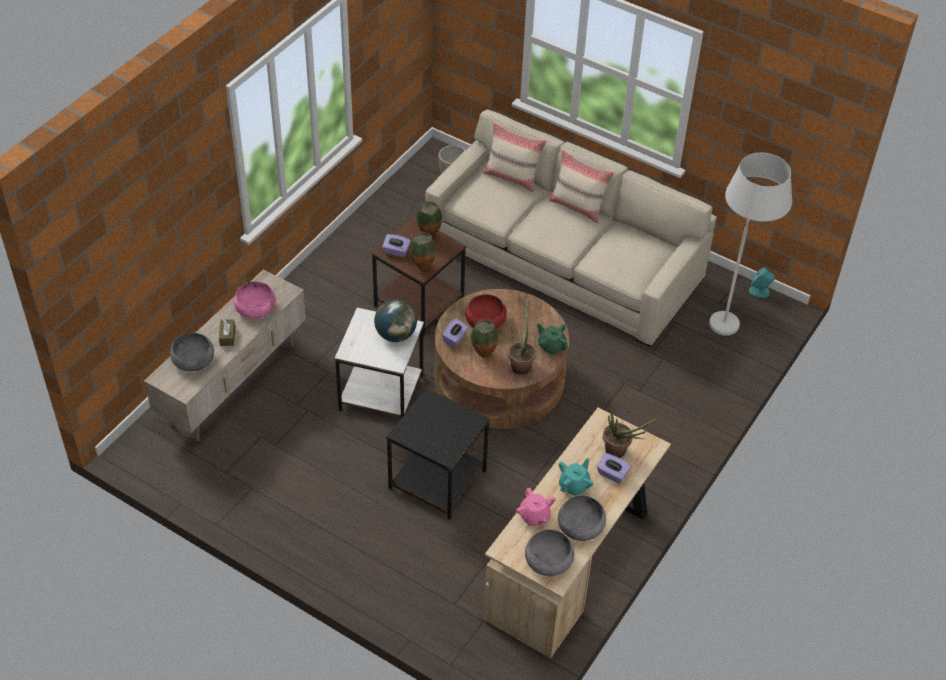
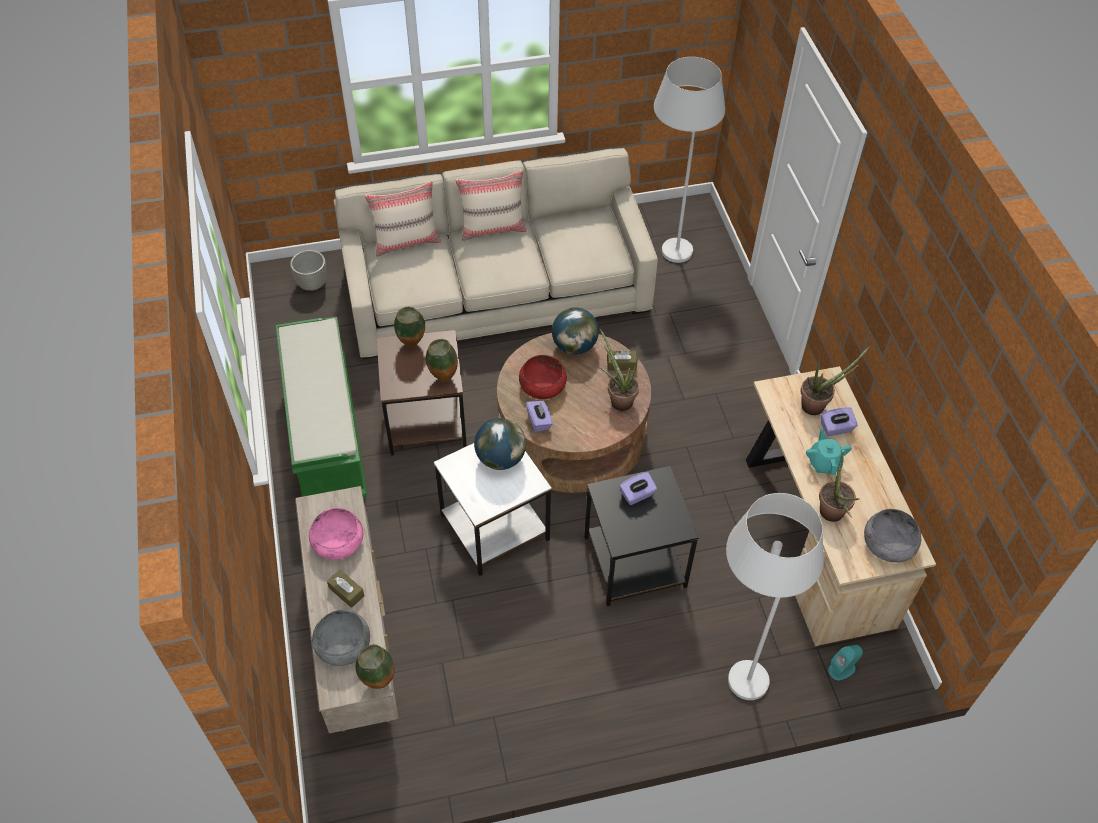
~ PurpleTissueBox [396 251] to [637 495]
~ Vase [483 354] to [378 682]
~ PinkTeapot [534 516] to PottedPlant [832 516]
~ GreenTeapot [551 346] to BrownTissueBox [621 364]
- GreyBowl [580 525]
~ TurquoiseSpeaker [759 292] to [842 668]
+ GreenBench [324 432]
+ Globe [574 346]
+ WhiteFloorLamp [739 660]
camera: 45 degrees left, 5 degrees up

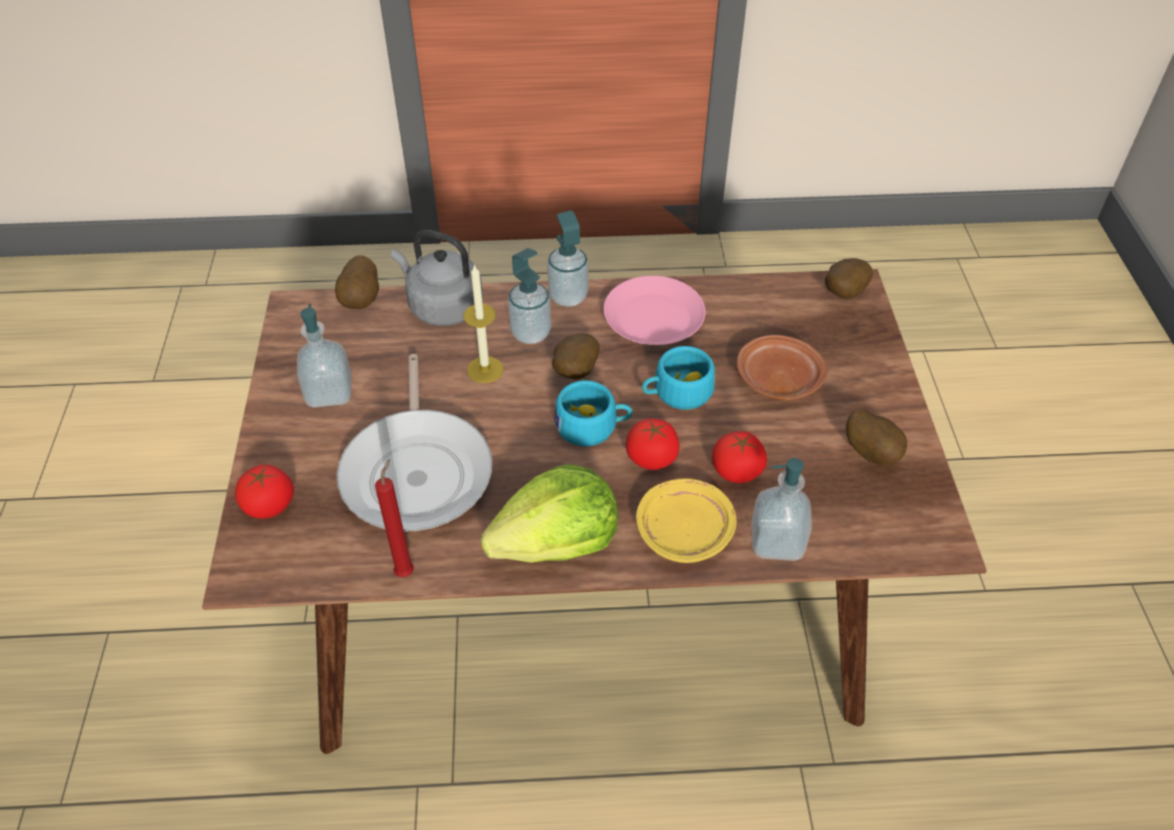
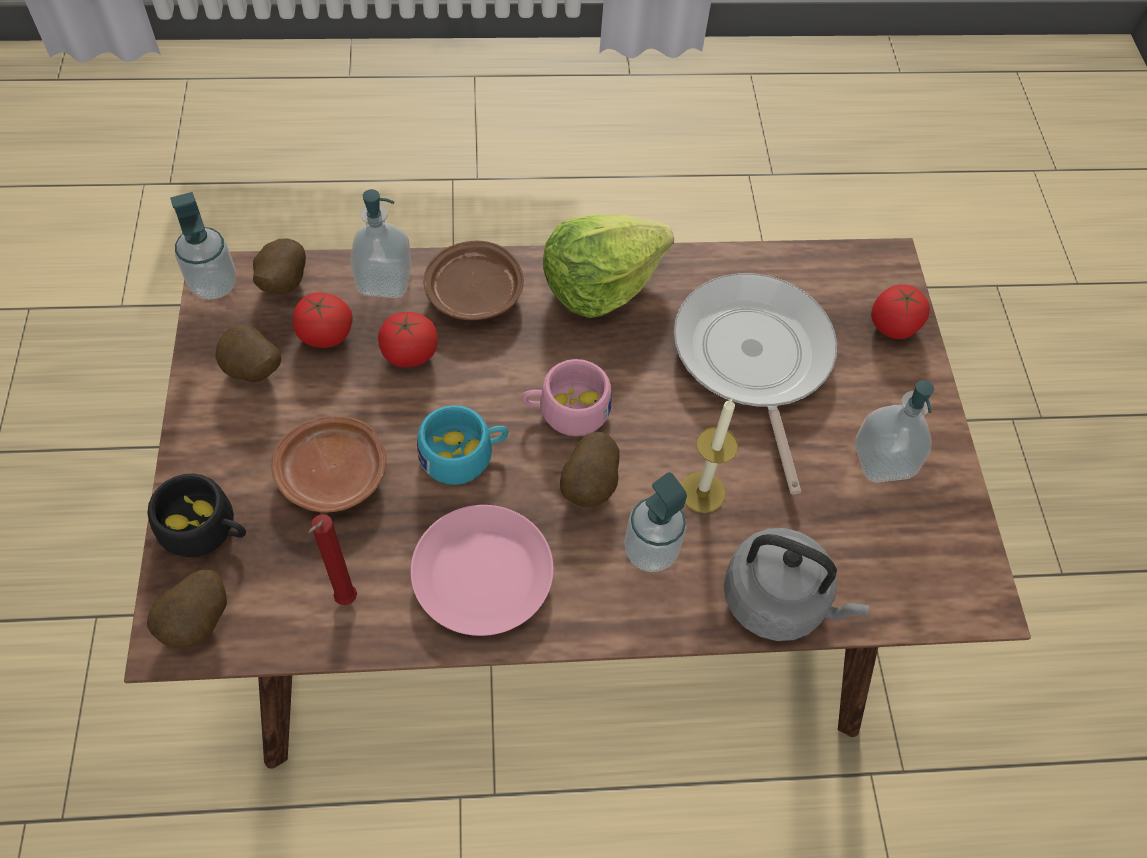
~ Potato [362 300] to [282 284]
~ RedCandle [406 570] to [344 601]
~ SoapDispenser [568 297] to [214 285]
~ TurquoiseCup [593 426] to PinkCup [566 410]
~ Tomato [651 458] to [325 335]
~ YellowPlate [684 529] to BrownPlate [474 294]
+ BlackCup [206 529]
camera: 175 degrees right, 10 degrees up

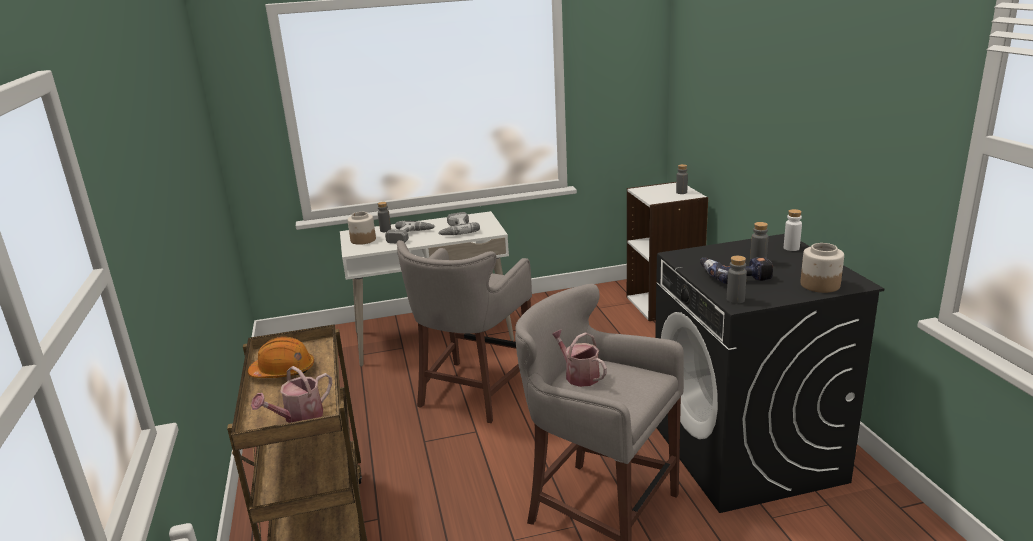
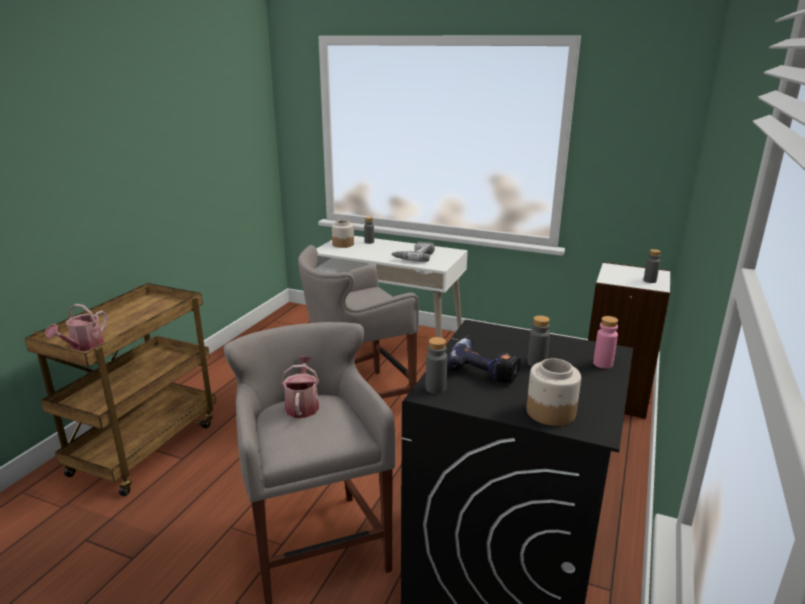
- OrangeHardHat [283 371]
~ WateringCan [299 418] = [84 346] 60 degrees counterclockwise
- PowerDrill [410 236]
~ WhiteBottle [791 248] to PinkBottle [603 364]
camera: 35 degrees right, 0 degrees up

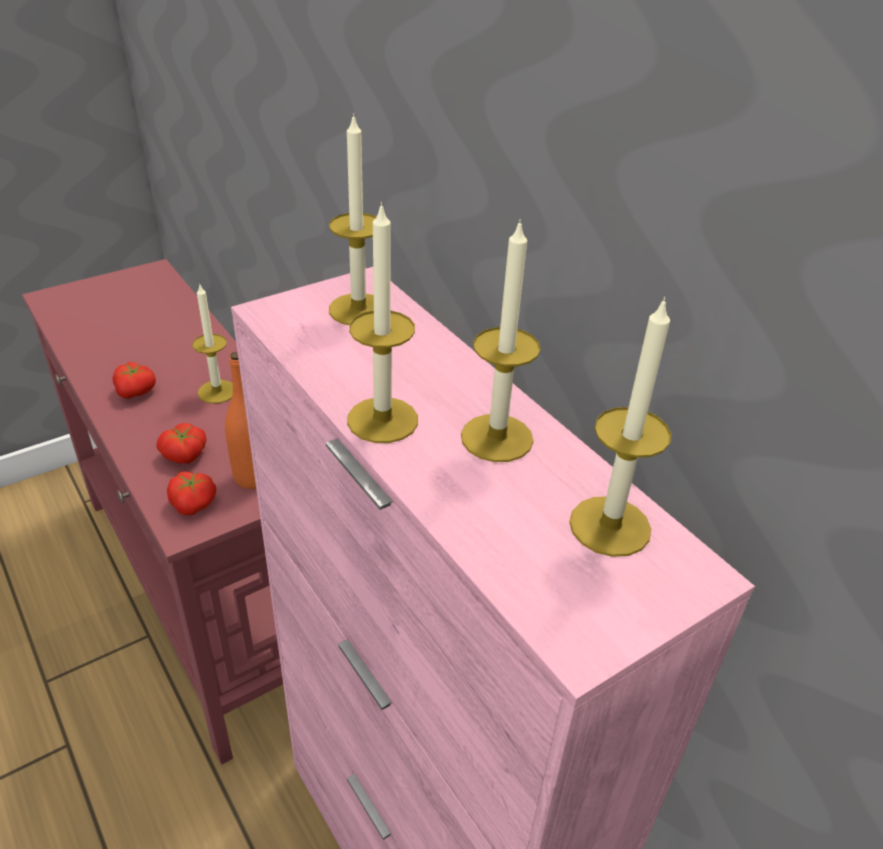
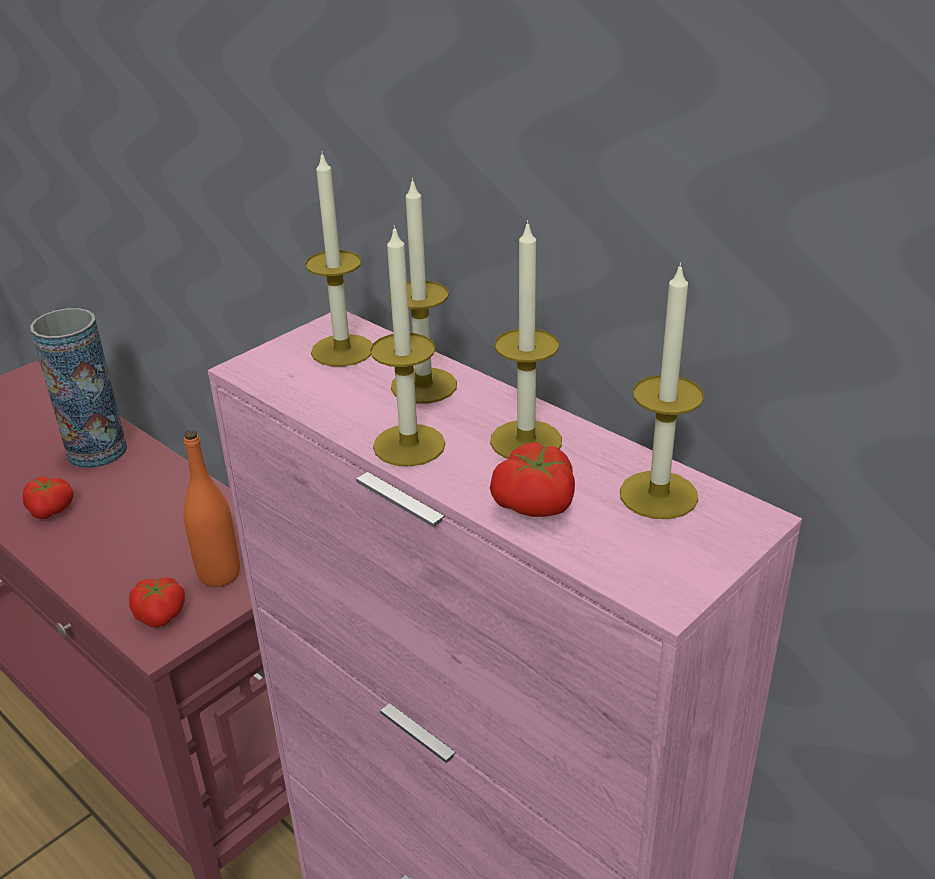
~ Tomato [185 456] to [536 505]
~ Candle [217 391] to [424 386]
+ Vase [97 451]
camera: 10 degrees left, 5 degrees down

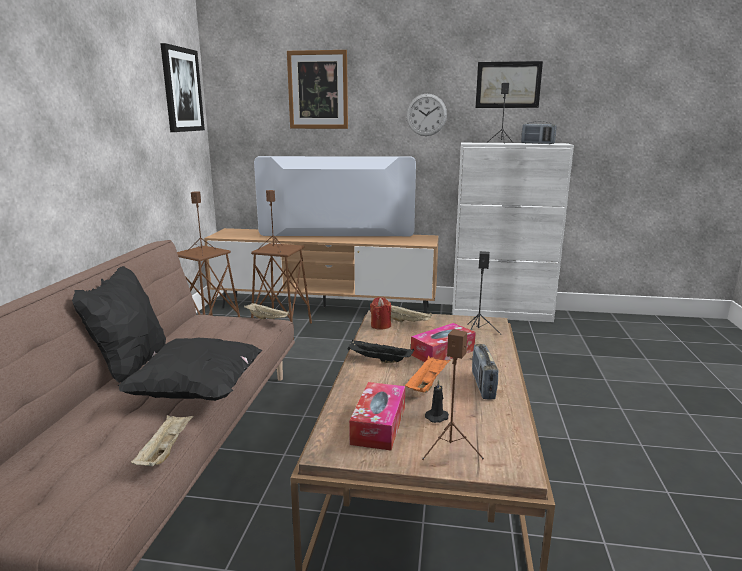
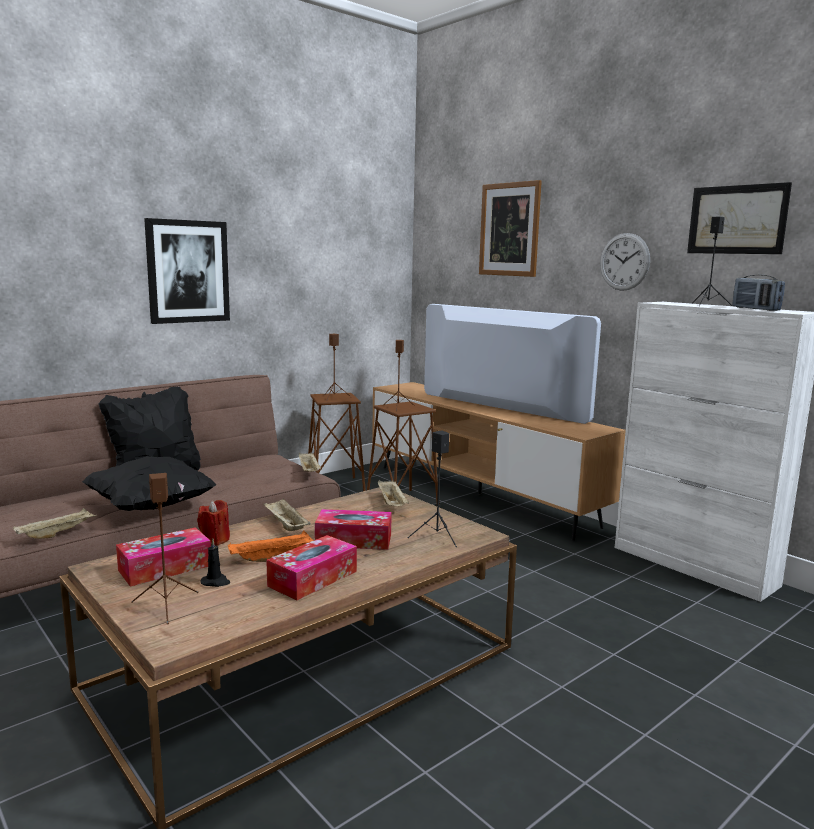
~ Picture [182 90] to [188 271]
~ BlackTray [378 360] to BeigeTray [285 525]
~ RedCandle [380 325] to [214 540]
~ Radio [483 386] to TissueBox [313 578]
camera: 40 degrees right, 5 degrees down

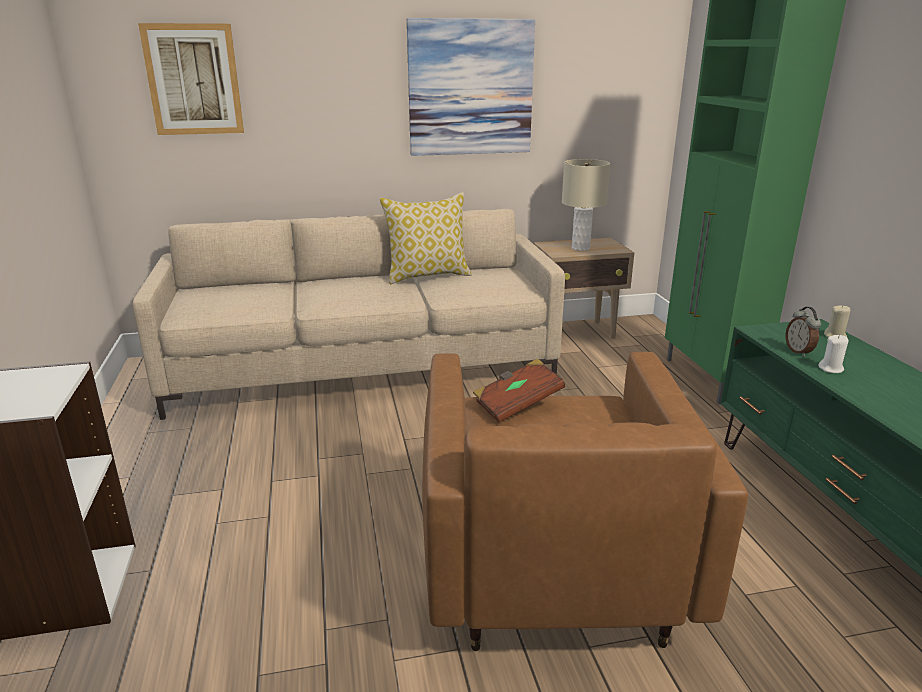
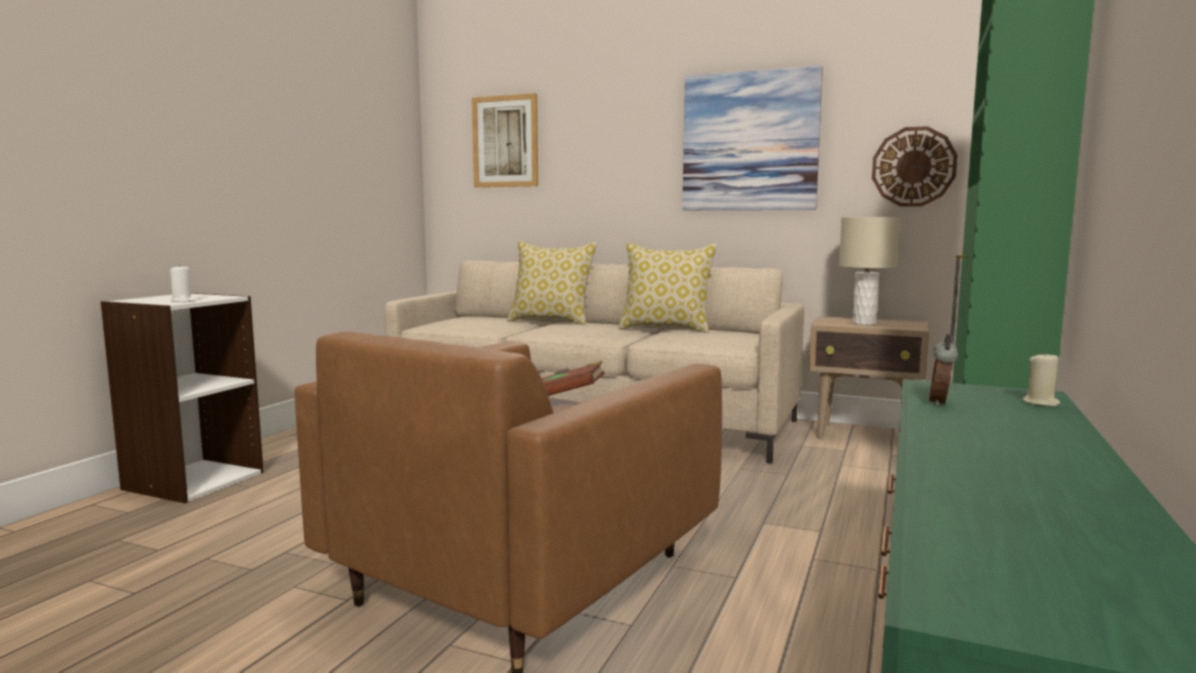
~ WhiteCandle [831 369] to [182 301]
+ Pillow [551 321]
+ WallClock [913 167]
camera: 35 degrees right, 15 degrees down

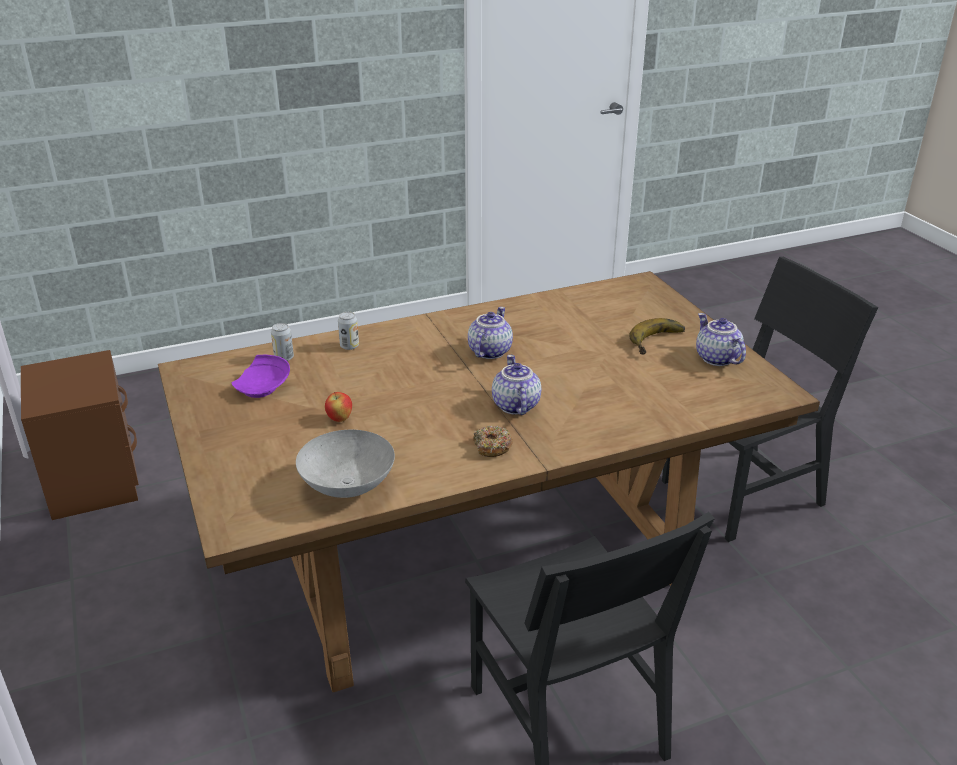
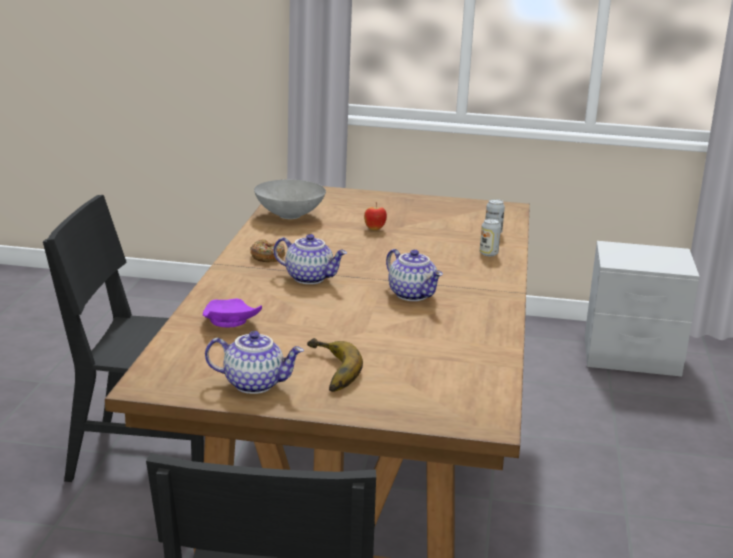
~ BrownNightstand [93 481] to GreyNightstand [631 356]
~ PurplePlate [263 387] to [229 323]
camera: 120 degrees right, 10 degrees down

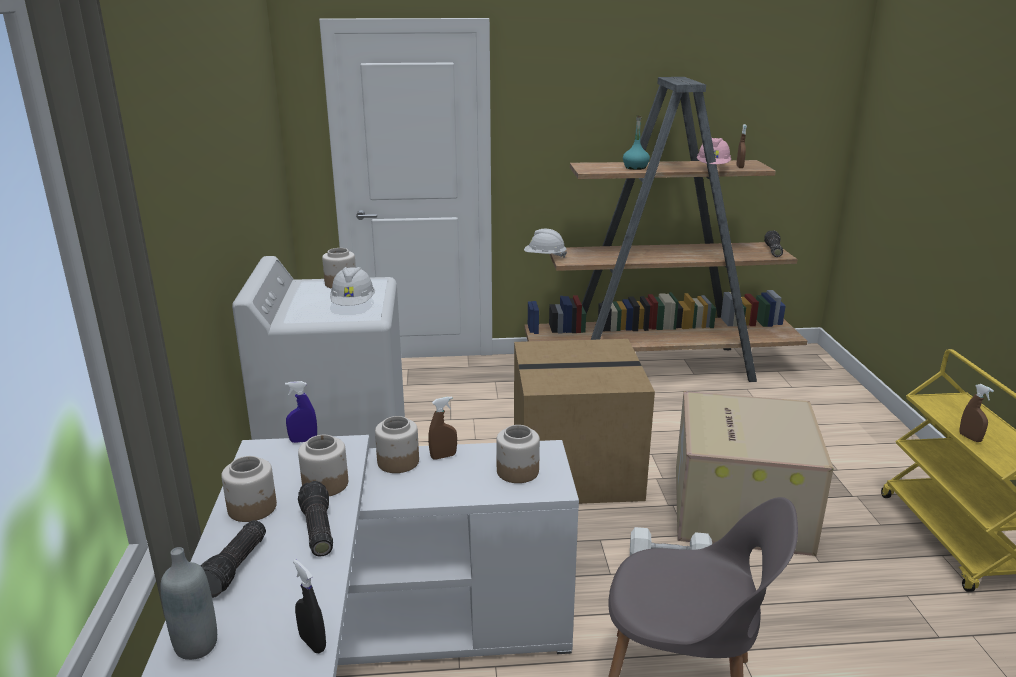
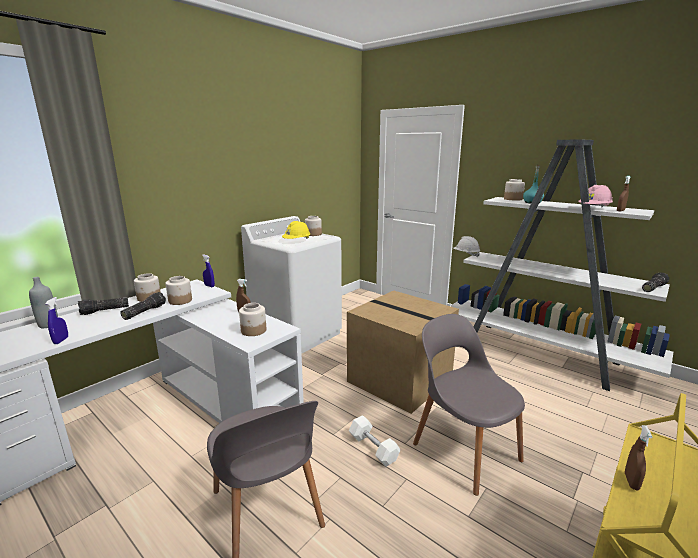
~ BlackSprayBottle [312 643] to BlueSprayBottle [61 340]
~ WhiteHardHat [353 305] to YellowHardHat [297 241]
~ Jar [398 462] to [512 199]
~ BrownBookcase [660 367] to WhiteBookcase [541 354]
~ CardboardBox [738 507] to GreyChair [464 449]
camera: 45 degrees right, 5 degrees down

